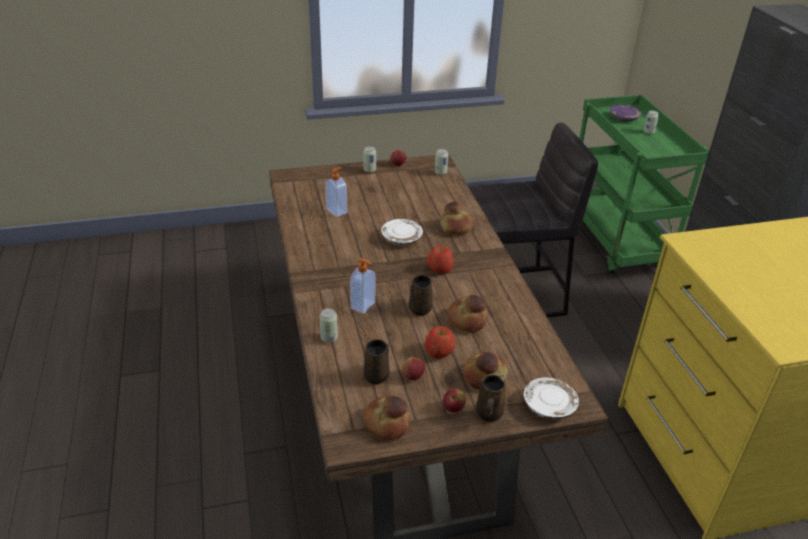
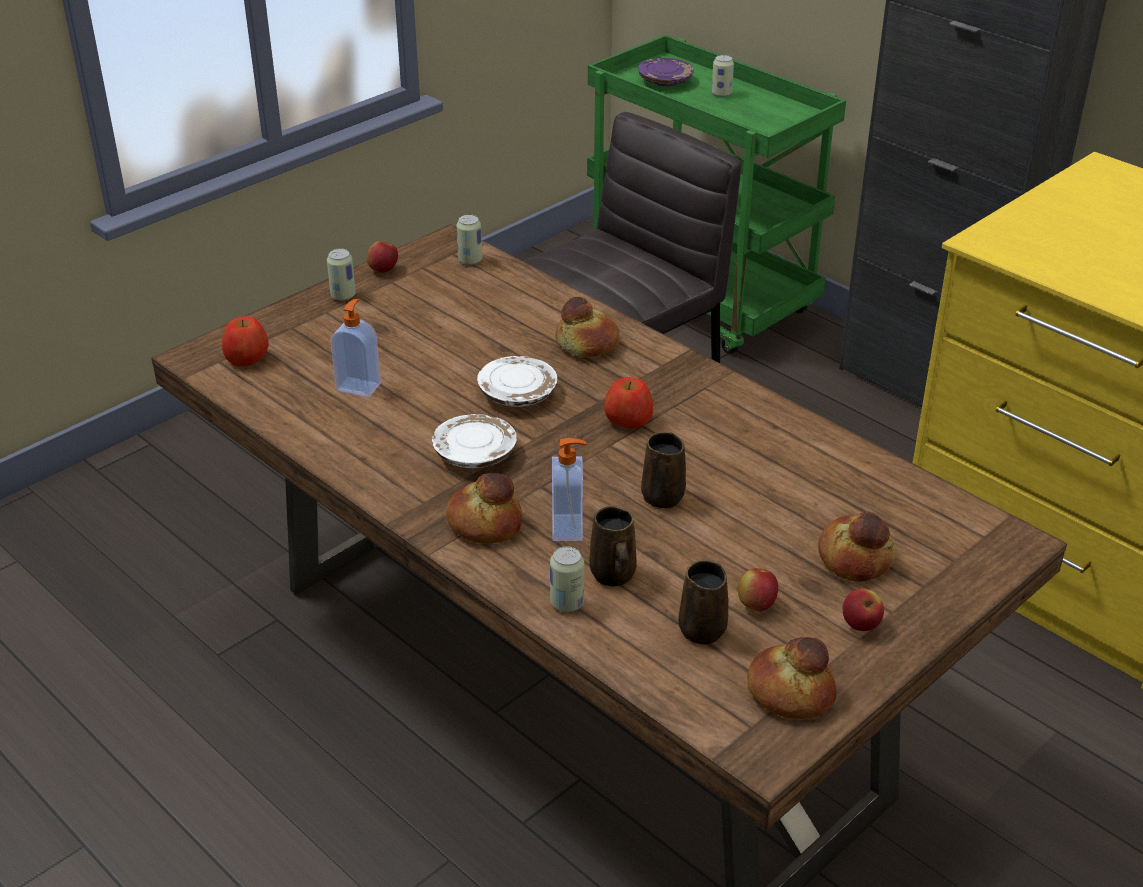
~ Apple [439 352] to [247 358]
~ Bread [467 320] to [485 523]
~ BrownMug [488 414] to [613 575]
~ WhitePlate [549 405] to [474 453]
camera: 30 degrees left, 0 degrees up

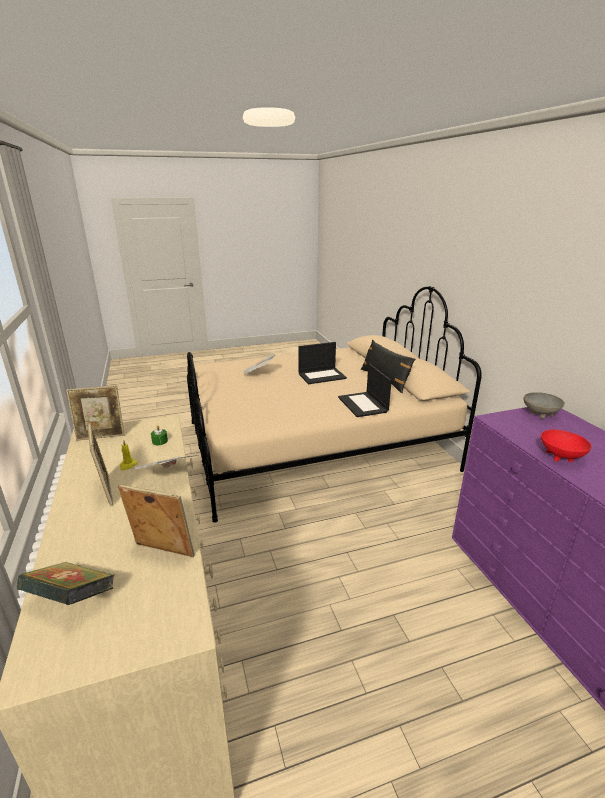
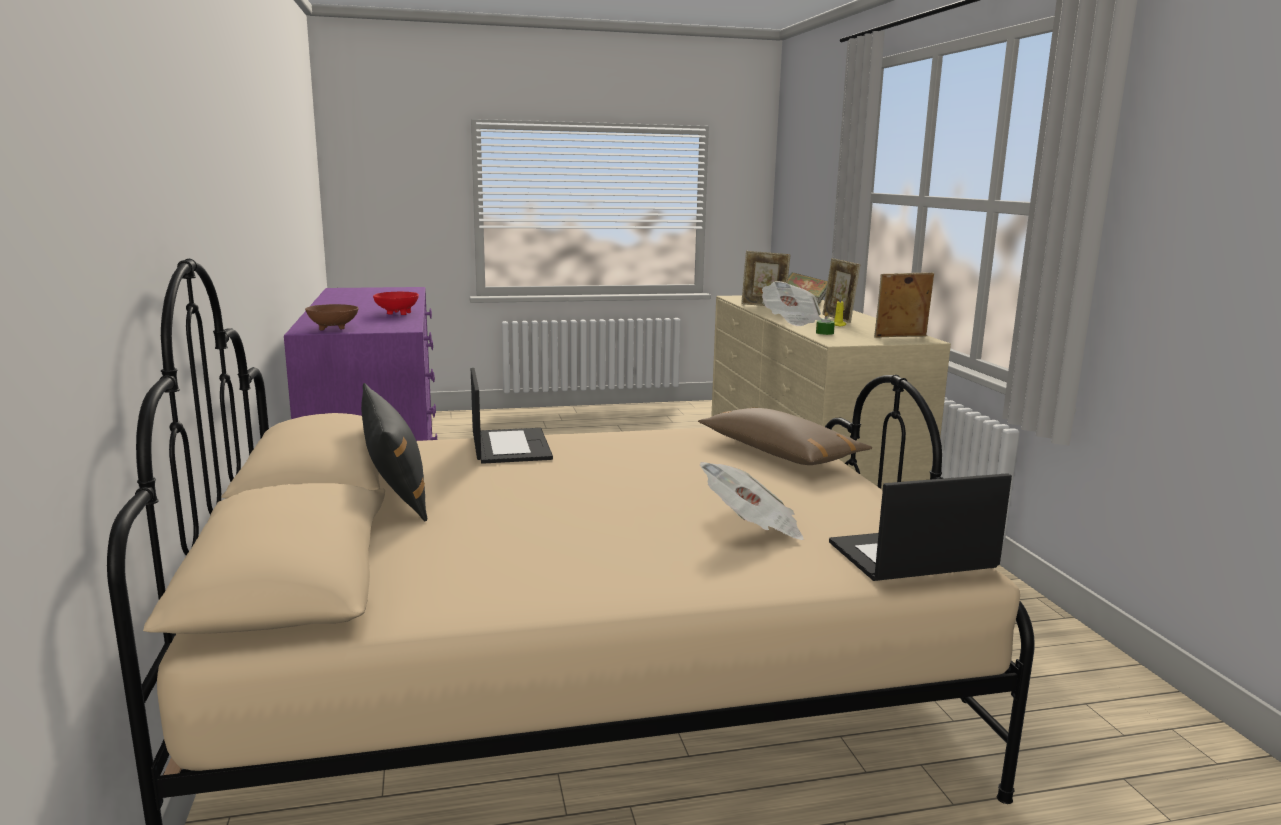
~ Laptop [322 376] to [911 556]
~ GreyBowl [540 413] to BrownBowl [333 329]
+ BrownPillow [779 452]
camera: 175 degrees left, 10 degrees down

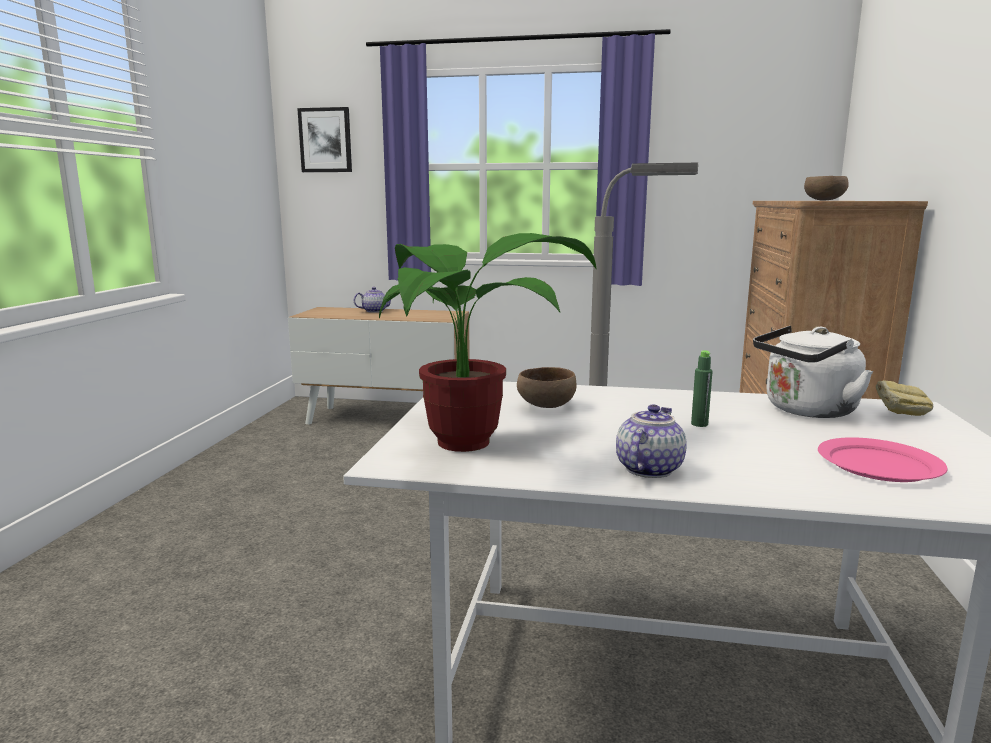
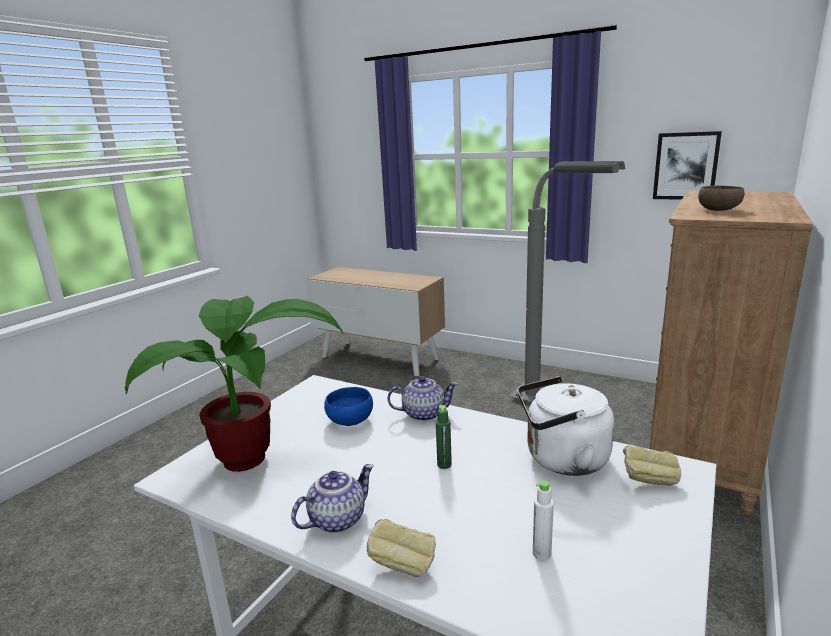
~ Picture [325 140] to [686 166]
~ Teapot [374 311] to [423 414]
~ BrownBowl [545 406] to BlueBowl [349 421]
~ PinkPlate [880 465] to WhiteBottle [541 554]
+ Bread [403 565]
camera: 20 degrees right, 5 degrees up

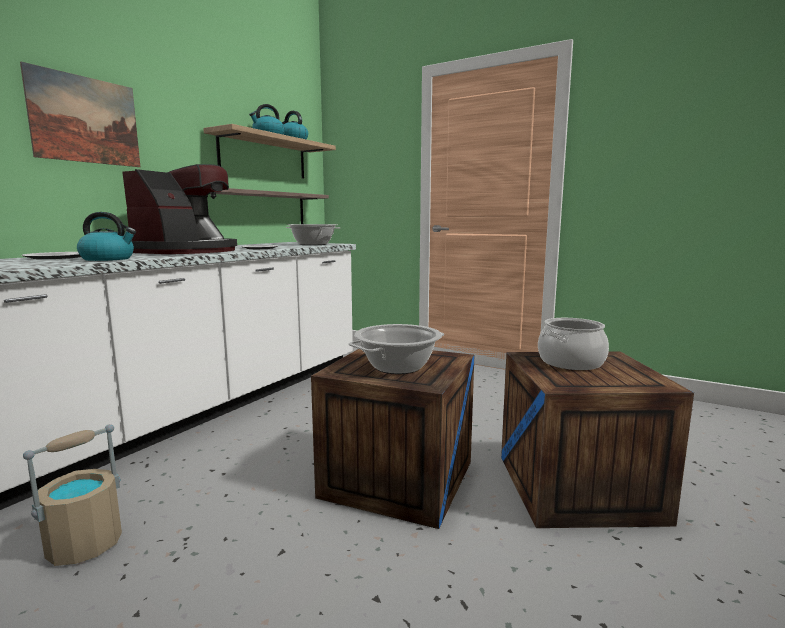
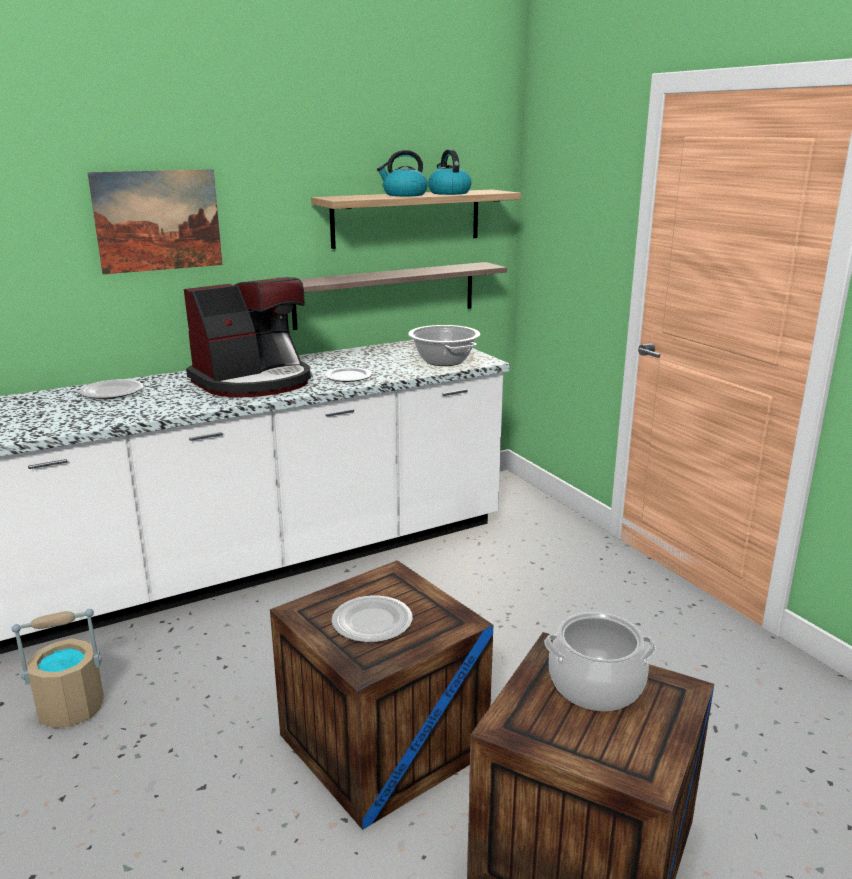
- Kettle [108 259]
~ CookingPot [398 367] to Plate [371 622]
camera: 30 degrees right, 10 degrees up

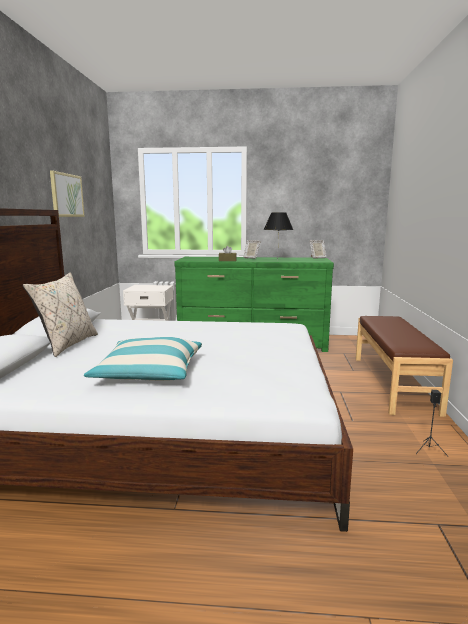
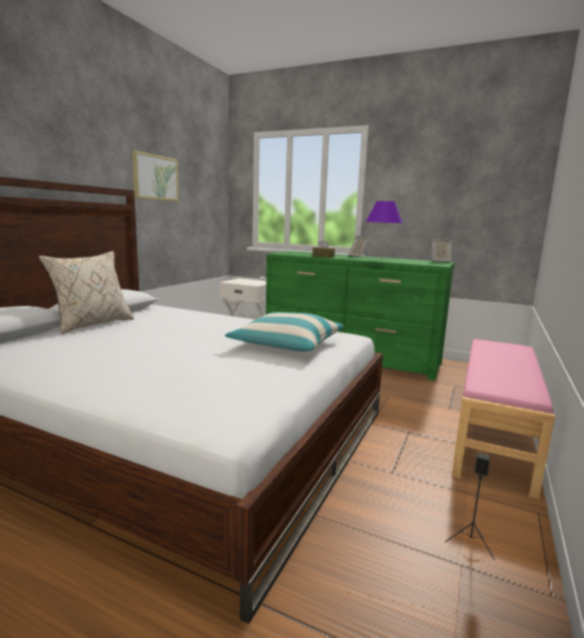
~ Pillow [149 372] to [287 344]
~ BlackTableLamp [277 261] to PurpleTableLamp [380 260]
~ BrownBench [394 383] to PinkBench [494 436]
camera: 20 degrees right, 0 degrees up

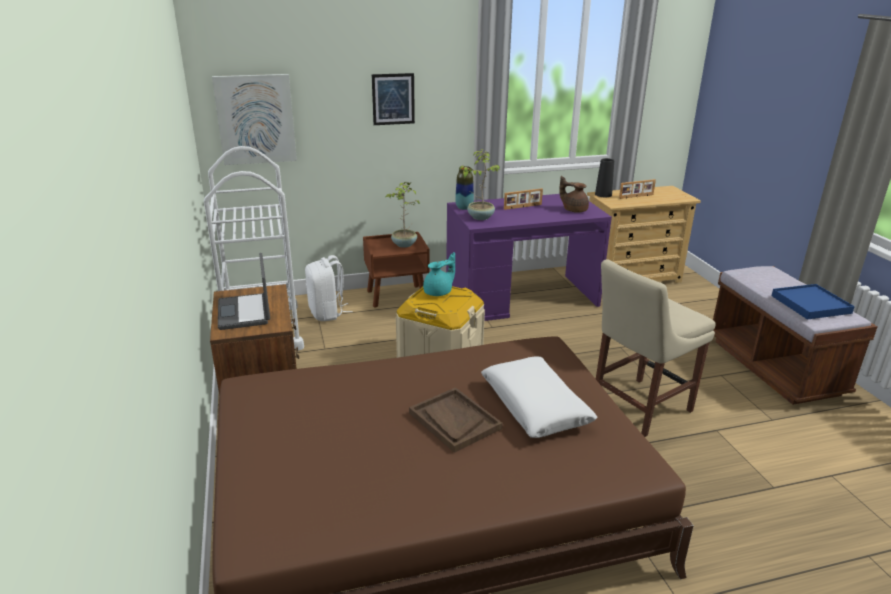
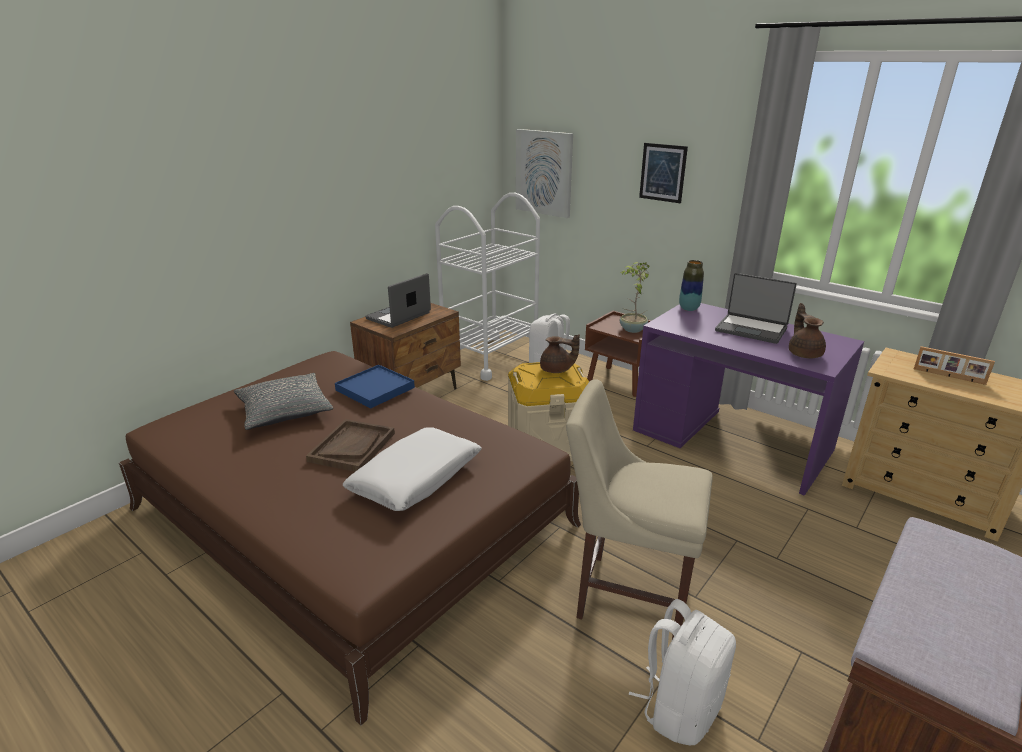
~ TurquoiseTeapot [439 292] to BrownTeapot [556 370]
- PottedPlant [480 217]
~ PictureFrame [523 207] to Laptop [751 329]
- BlackVase [603 194]
~ BlueTray [811 304] to [375 389]
+ GreyPillow [284 410]
+ WhiteBackpack [680 708]
camera: 55 degrees right, 0 degrees up

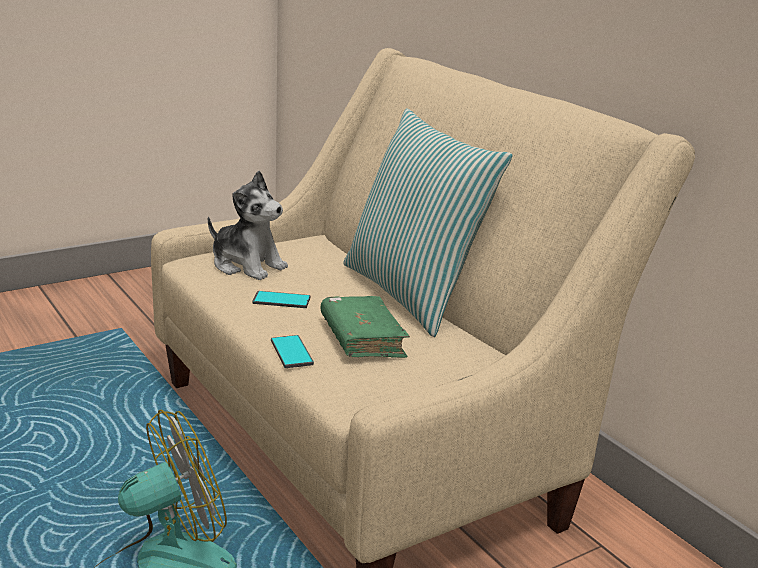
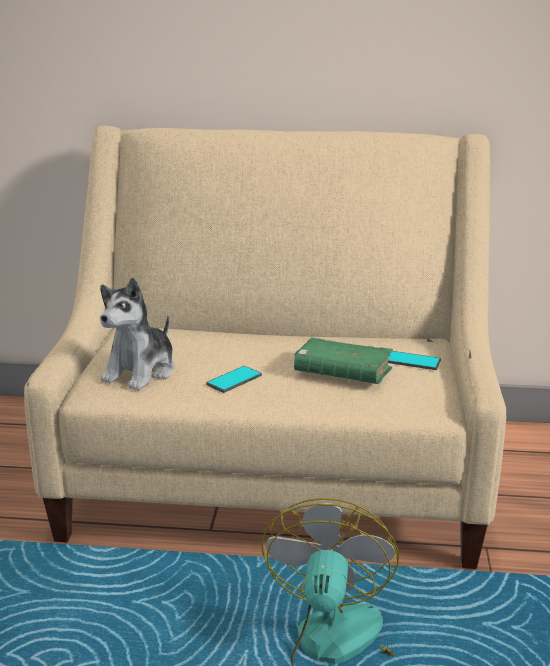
~ PlushToy [247 265] = [141 372] 135 degrees clockwise
~ Phone [292 352] to [413 361]
- Pillow [413 294]
camera: 50 degrees left, 0 degrees up

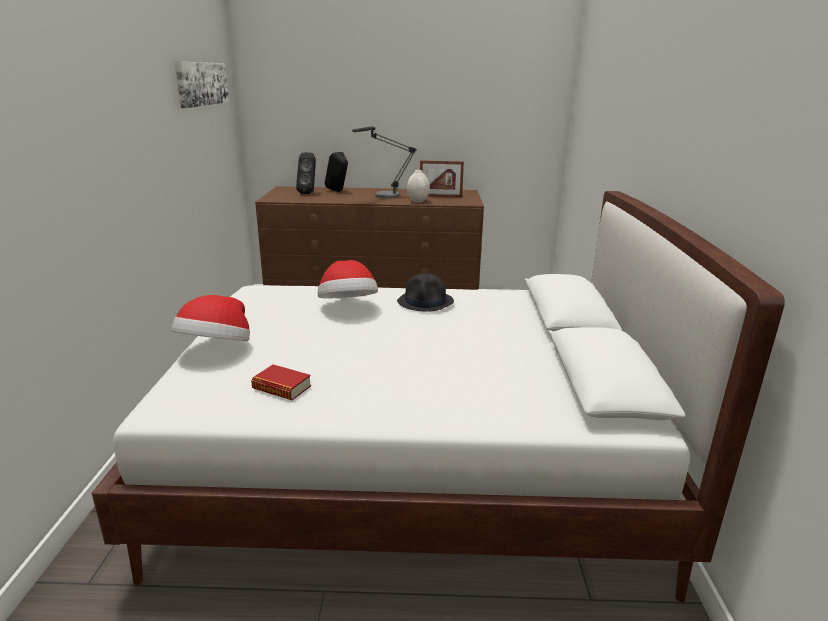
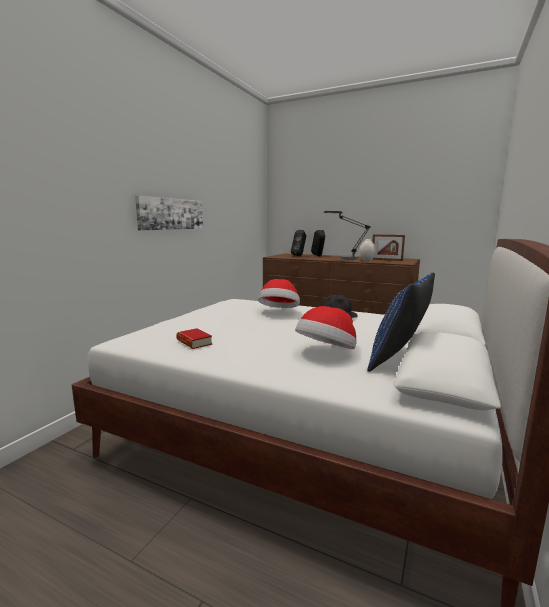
~ Hat [216 349] to [327 352]
~ Picture [201 83] to [171 214]
+ BluePillow [399 359]
camera: 25 degrees right, 10 degrees down

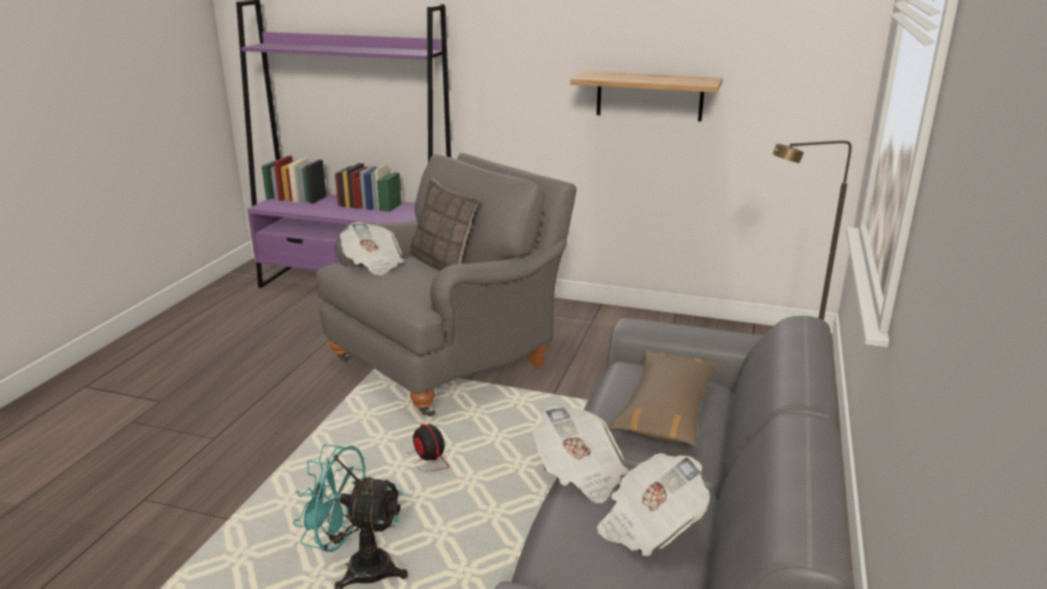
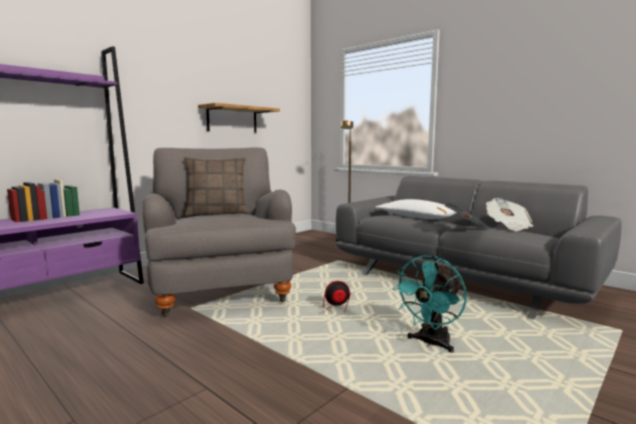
- Newspaper [373 264]
~ BrownPillow [666 410] to WhitePillow [416 217]
camera: 65 degrees left, 15 degrees down

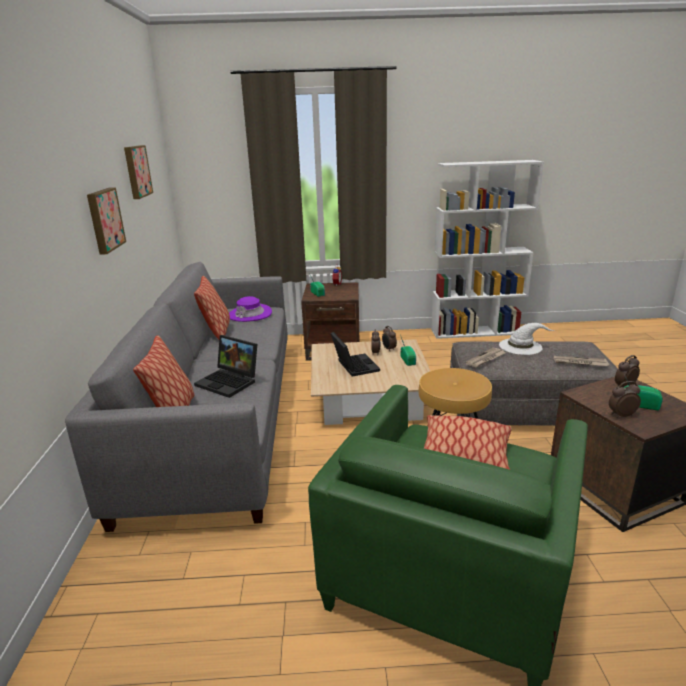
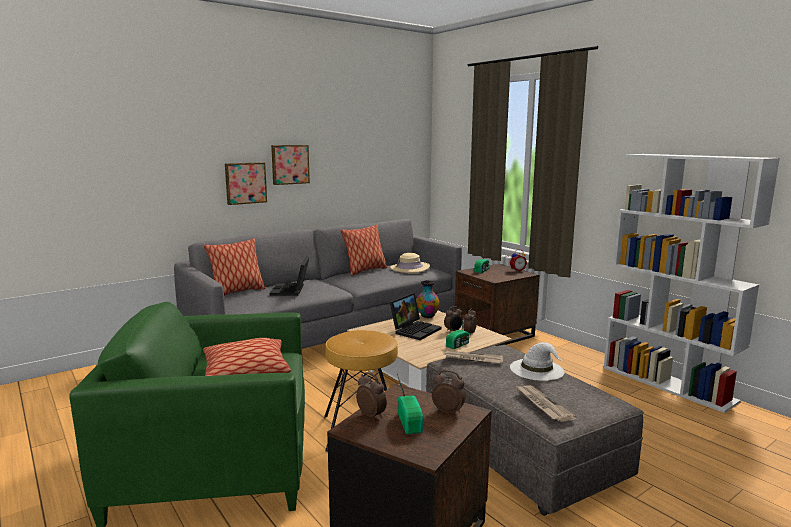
~ Picture [136 171] to [245 183]
~ PurpleHat [249 314] to BeigeHat [410 268]
+ Vase [427 316]
camera: 55 degrees right, 10 degrees down

